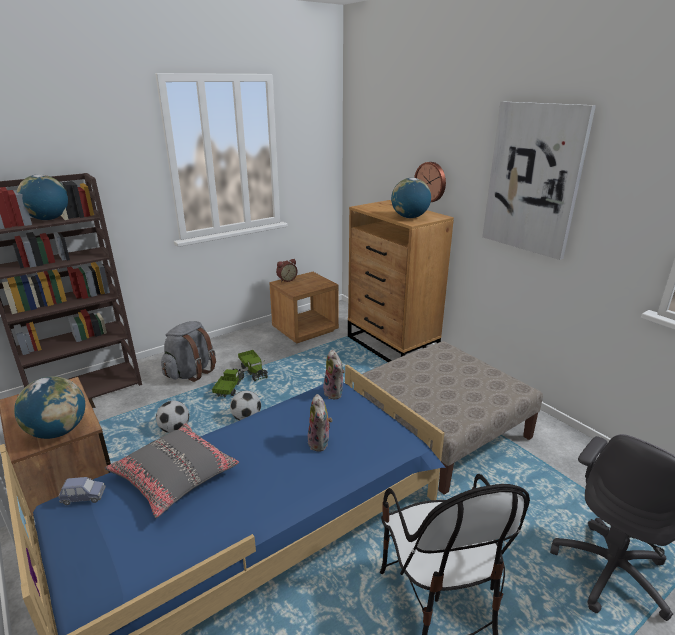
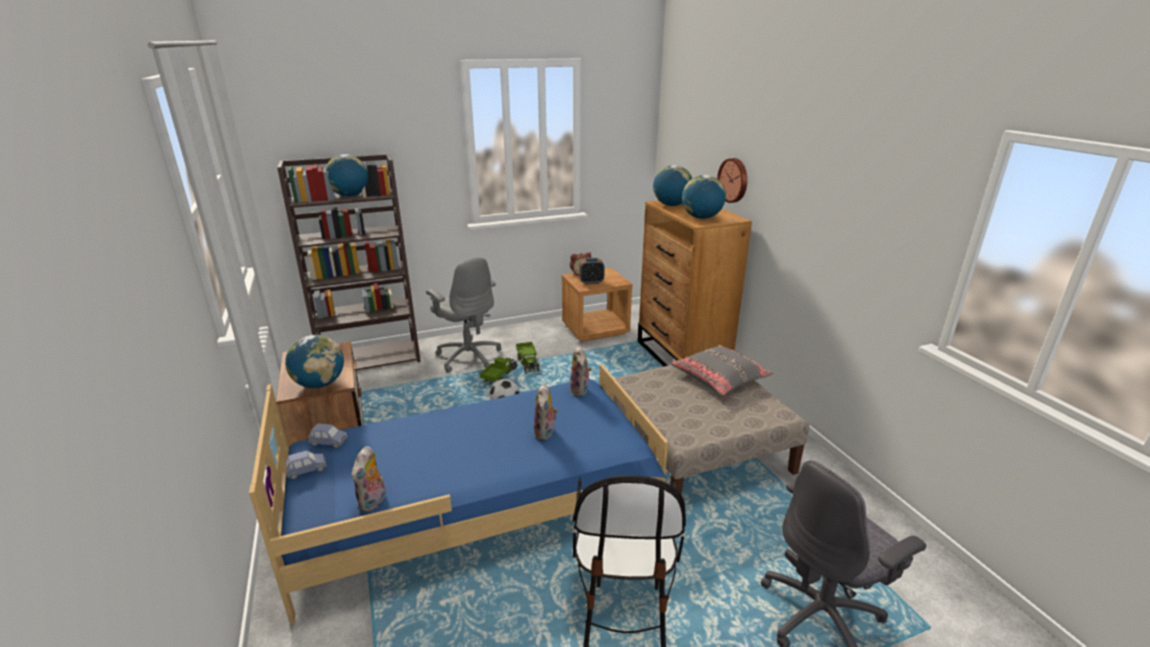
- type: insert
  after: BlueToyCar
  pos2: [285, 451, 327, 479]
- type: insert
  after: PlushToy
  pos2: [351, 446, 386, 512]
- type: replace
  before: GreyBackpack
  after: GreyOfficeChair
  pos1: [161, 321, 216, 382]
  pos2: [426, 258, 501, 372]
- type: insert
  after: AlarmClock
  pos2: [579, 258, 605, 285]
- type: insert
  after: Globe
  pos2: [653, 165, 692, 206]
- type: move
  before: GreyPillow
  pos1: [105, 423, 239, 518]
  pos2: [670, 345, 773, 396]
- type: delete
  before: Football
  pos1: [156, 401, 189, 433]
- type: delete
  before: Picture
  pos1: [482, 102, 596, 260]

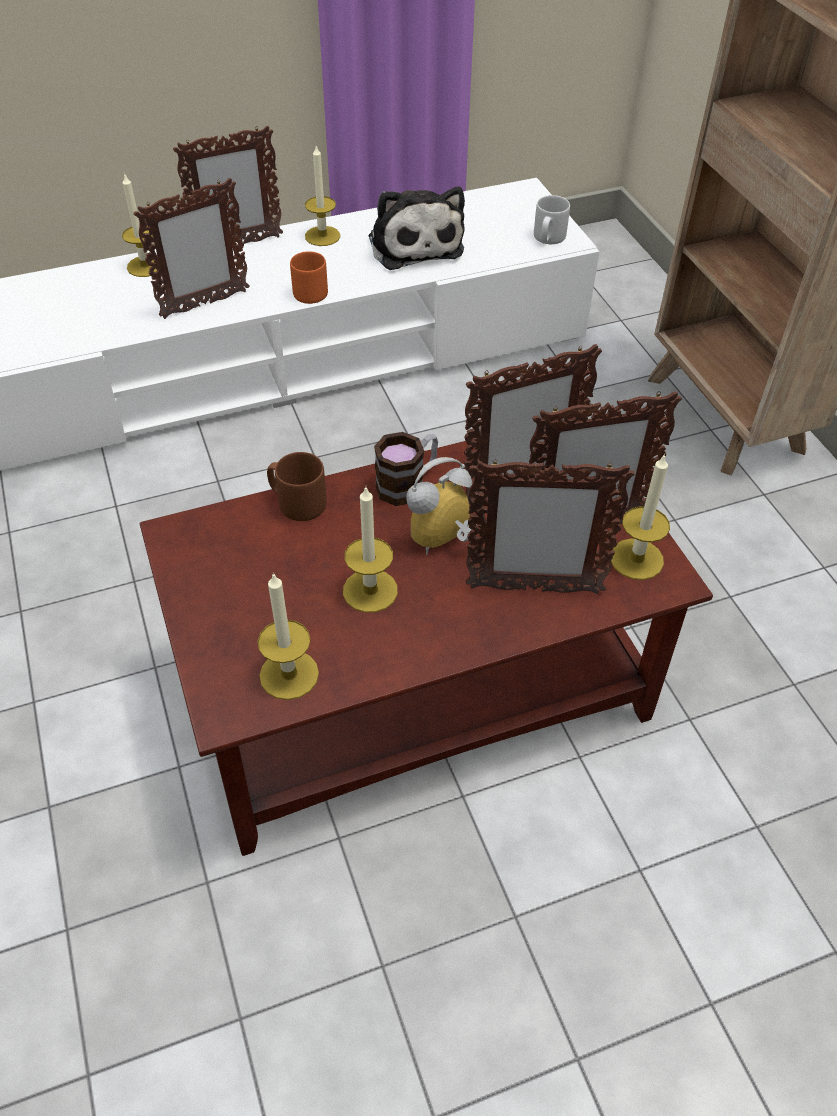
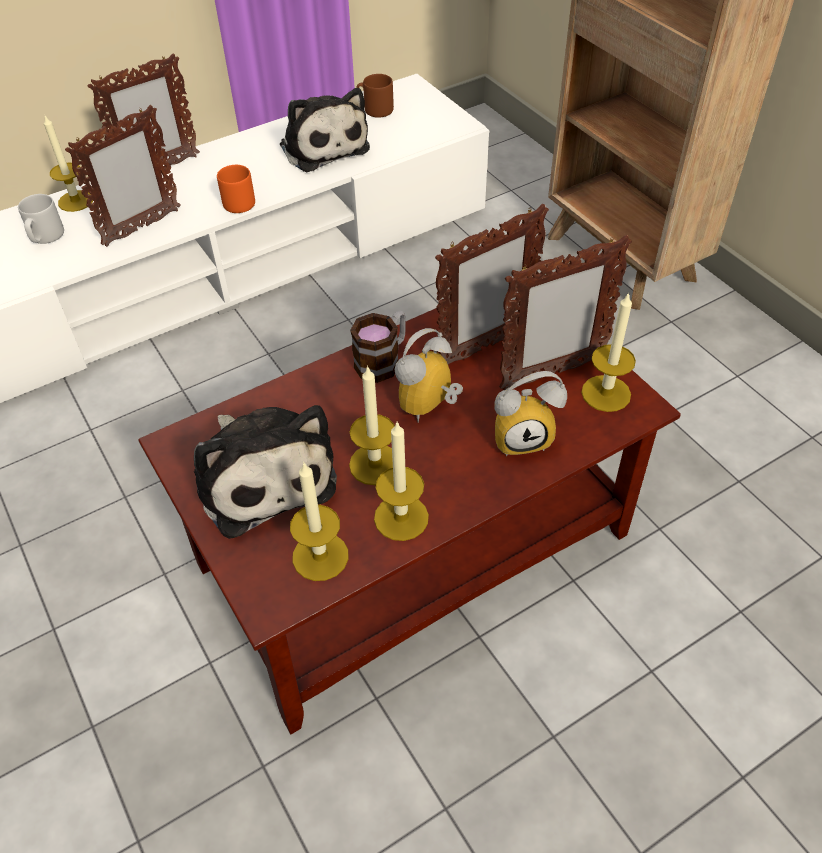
- type: move
  before: GreyMug
  pos1: [534, 195, 570, 244]
  pos2: [18, 194, 64, 244]
- type: insert
  after: PlushToy
  pos2: [194, 405, 337, 539]
- type: move
  before: BrownMug
  pos1: [267, 452, 327, 521]
  pos2: [356, 74, 394, 118]
- type: move
  before: Candle
  pos1: [305, 145, 340, 246]
  pos2: [374, 422, 429, 541]
- type: replace
  before: PictureFrame
  after: AlarmClock
  pos1: [466, 459, 635, 594]
  pos2: [494, 371, 567, 456]

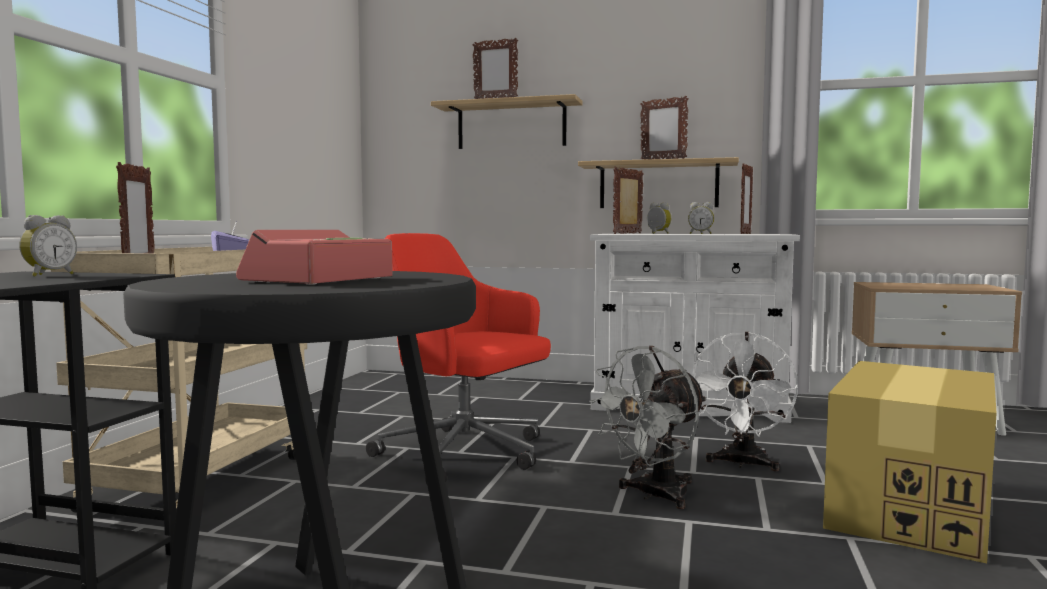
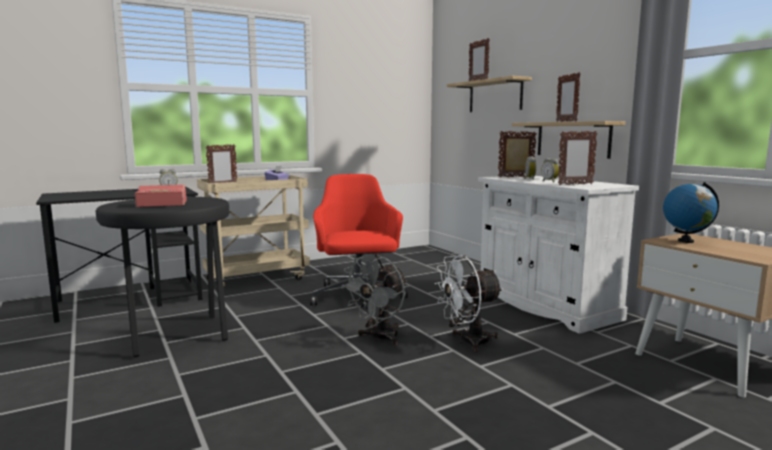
- type: rotate
  before: GreyFan
  pos1: [589, 346, 707, 509]
  pos2: [340, 254, 407, 345]
  turn: -60
- type: insert
  after: Globe
  pos2: [663, 182, 719, 243]
- type: delete
  before: CardboardBox
  pos1: [823, 361, 997, 563]

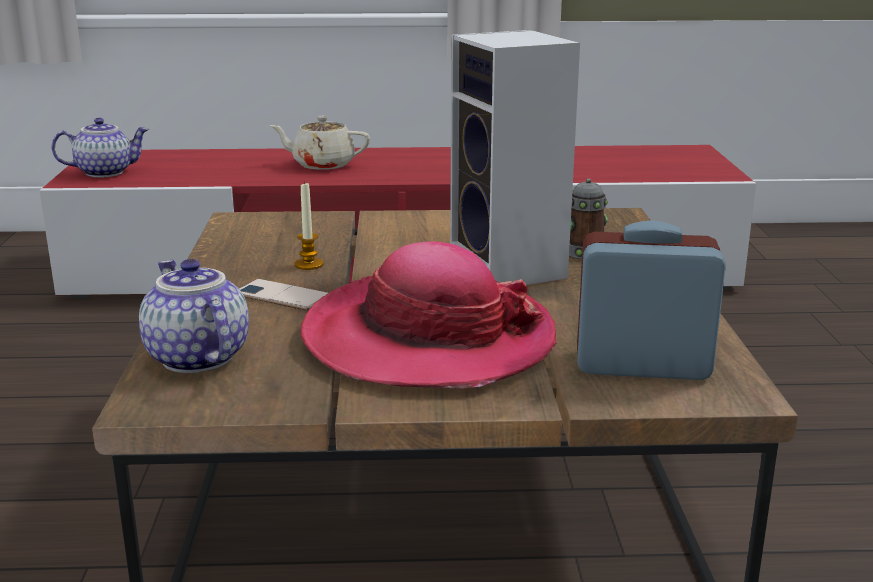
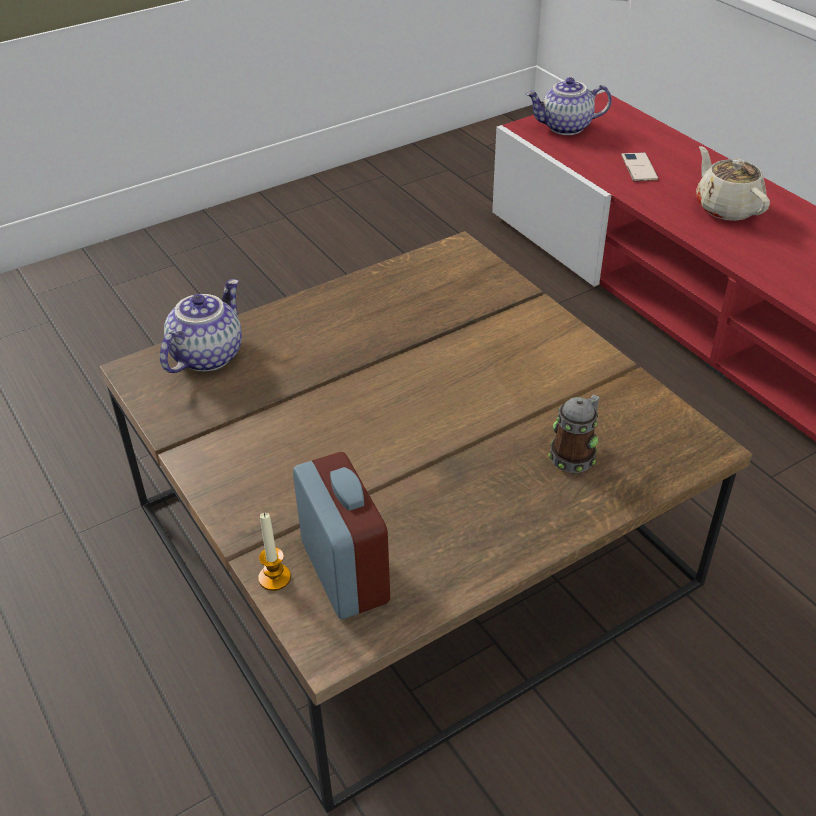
- type: move
  before: Candle
  pos1: [294, 181, 324, 270]
  pos2: [258, 513, 291, 591]
- type: rotate
  before: Teapot
  pos1: [51, 118, 149, 178]
  pos2: [526, 77, 612, 135]
  turn: 135
- type: move
  before: Phone
  pos1: [239, 279, 328, 311]
  pos2: [621, 152, 658, 181]
- type: delete
  before: Hat
  pos1: [300, 241, 557, 389]
- type: delete
  before: Speaker
  pos1: [450, 30, 580, 285]

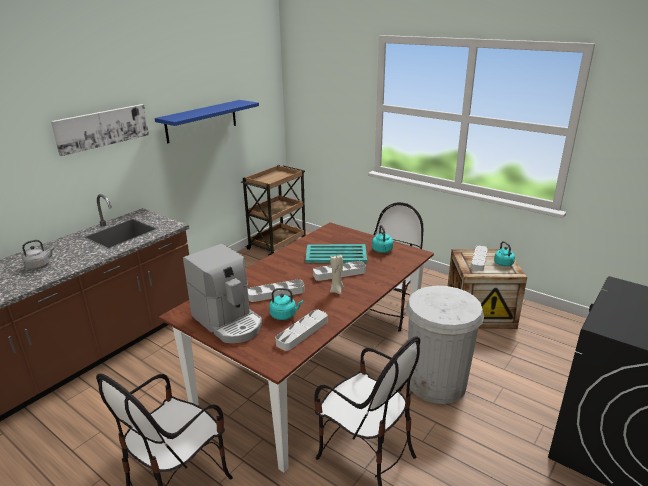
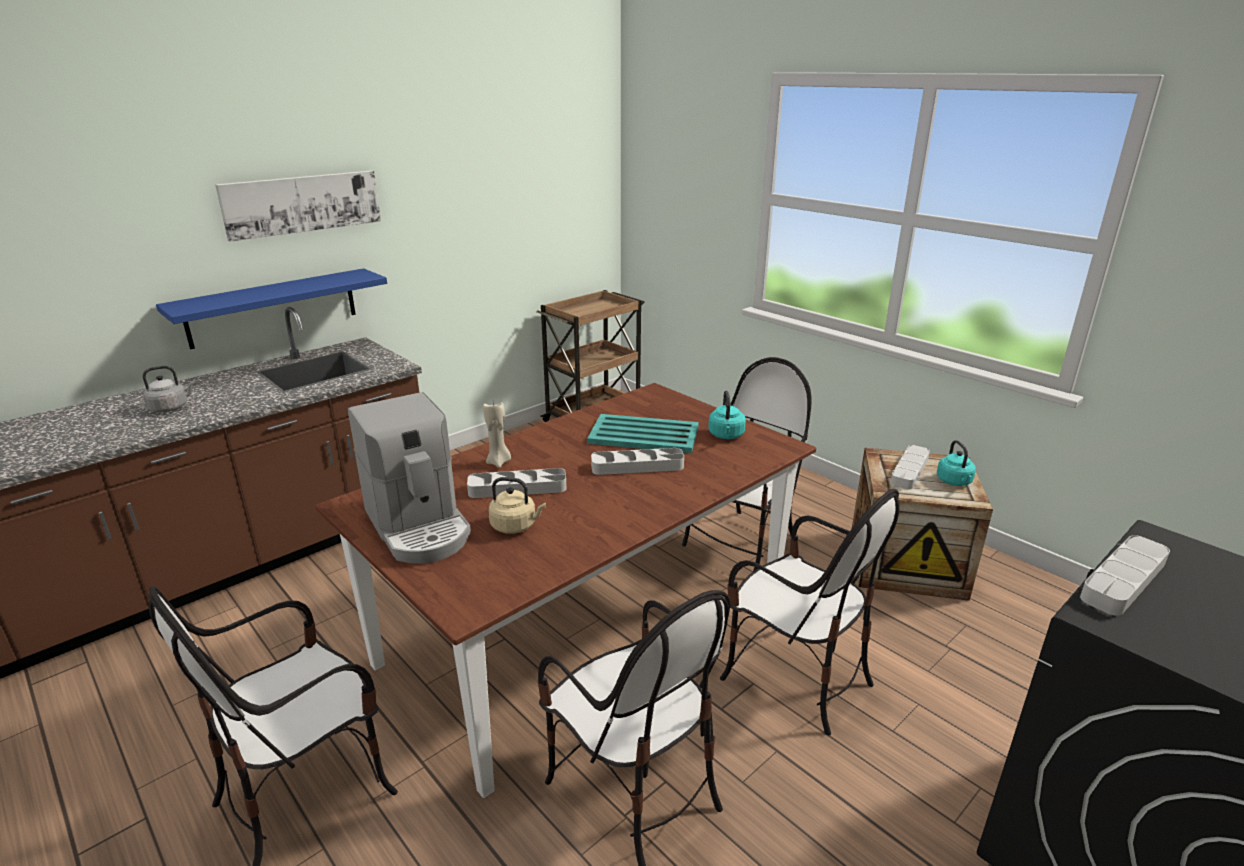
- type: move
  before: BlueShelf
  pos1: [155, 100, 259, 143]
  pos2: [156, 268, 387, 349]
- type: move
  before: BeigeCandle
  pos1: [330, 254, 344, 295]
  pos2: [483, 402, 511, 468]
- type: recolor
  before: TurquoiseKettle
  after: BeigeKettle
  pos1: [269, 288, 303, 320]
  pos2: [488, 477, 546, 534]
- type: replace
  before: WhiteTrashCan
  after: Chair
  pos1: [406, 286, 484, 404]
  pos2: [720, 489, 900, 736]
- type: move
  before: GreyTray
  pos1: [276, 310, 328, 351]
  pos2: [1080, 535, 1170, 616]

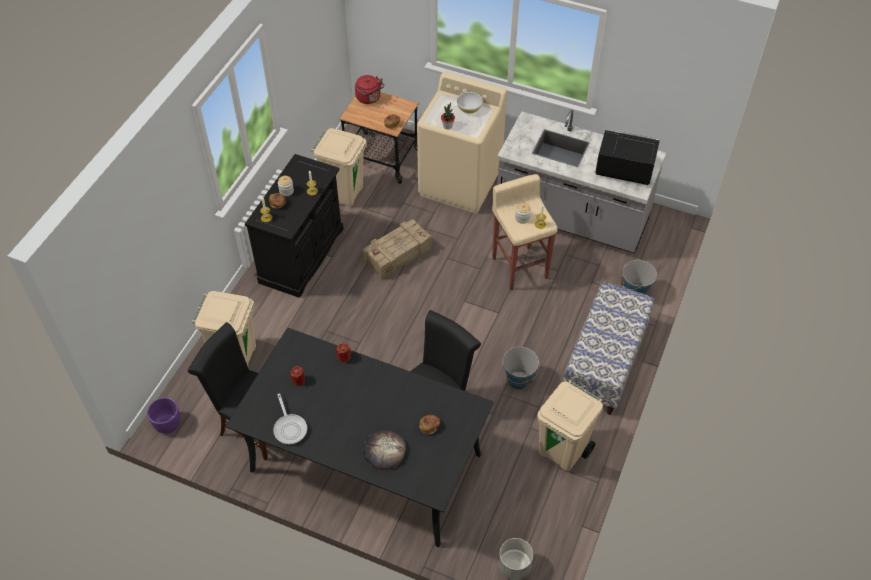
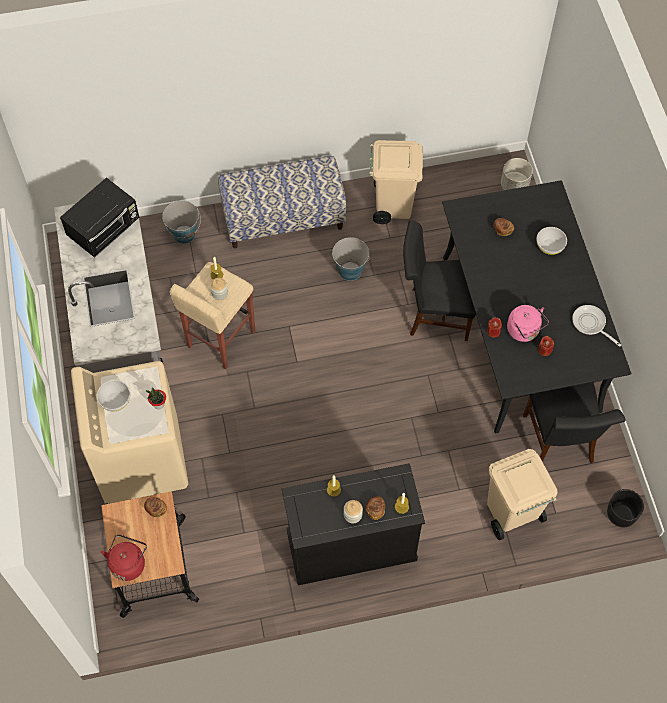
- type: rotate
  before: BlackMicrowave
  pos1: [595, 130, 660, 185]
  pos2: [60, 177, 139, 258]
  turn: -120
- type: insert
  after: PinkKettle
  pos2: [507, 305, 549, 342]
- type: replace
  before: Bread
  after: WhiteBowl
  pos1: [363, 430, 406, 470]
  pos2: [536, 227, 567, 255]
- type: rotate
  before: FryingPan
  pos1: [273, 393, 307, 444]
  pos2: [572, 305, 621, 347]
  turn: -75
- type: recolor
  before: PurplePlanter
  after: BlackPlanter
  pos1: [147, 397, 181, 434]
  pos2: [607, 489, 644, 527]
- type: delete
  before: BeigeTrashCan
  pos1: [311, 128, 367, 206]
- type: delete
  before: Crate
  pos1: [362, 219, 432, 280]

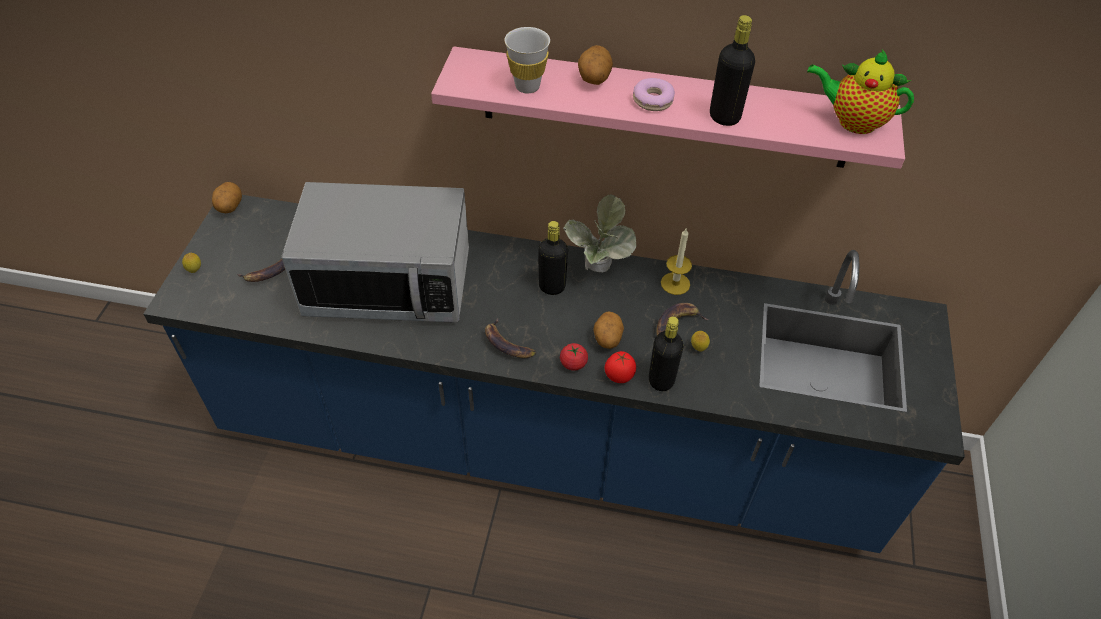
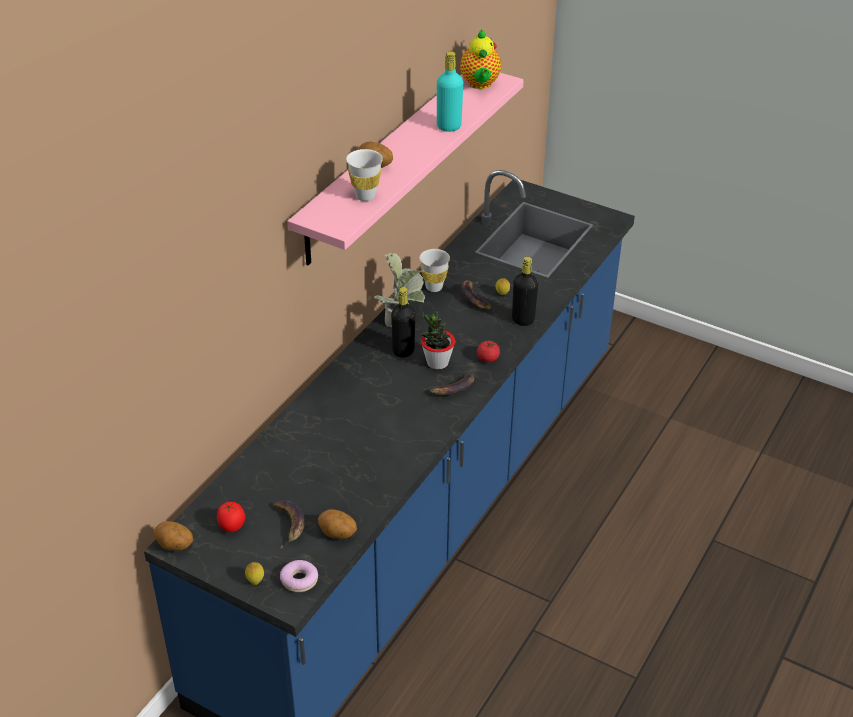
- type: move
  before: Tomato
  pos1: [605, 351, 636, 383]
  pos2: [217, 502, 245, 532]
- type: move
  before: Donut
  pos1: [633, 78, 675, 111]
  pos2: [280, 560, 318, 592]
- type: move
  before: Potato
  pos1: [593, 312, 624, 349]
  pos2: [318, 509, 357, 539]
- type: replace
  before: Candle
  after: WhiteCup
  pos1: [661, 229, 692, 295]
  pos2: [419, 249, 450, 292]
- type: insert
  after: PottedPlant
  pos2: [421, 311, 455, 370]
- type: recolor
  before: BlackBottle
  after: TurquoiseBottle
  pos1: [710, 15, 755, 126]
  pos2: [437, 51, 463, 132]
- type: rotate
  before: Teapot
  pos1: [808, 49, 914, 134]
  pos2: [460, 30, 501, 89]
  turn: -45
- type: delete
  before: Microwave
  pos1: [281, 182, 469, 323]

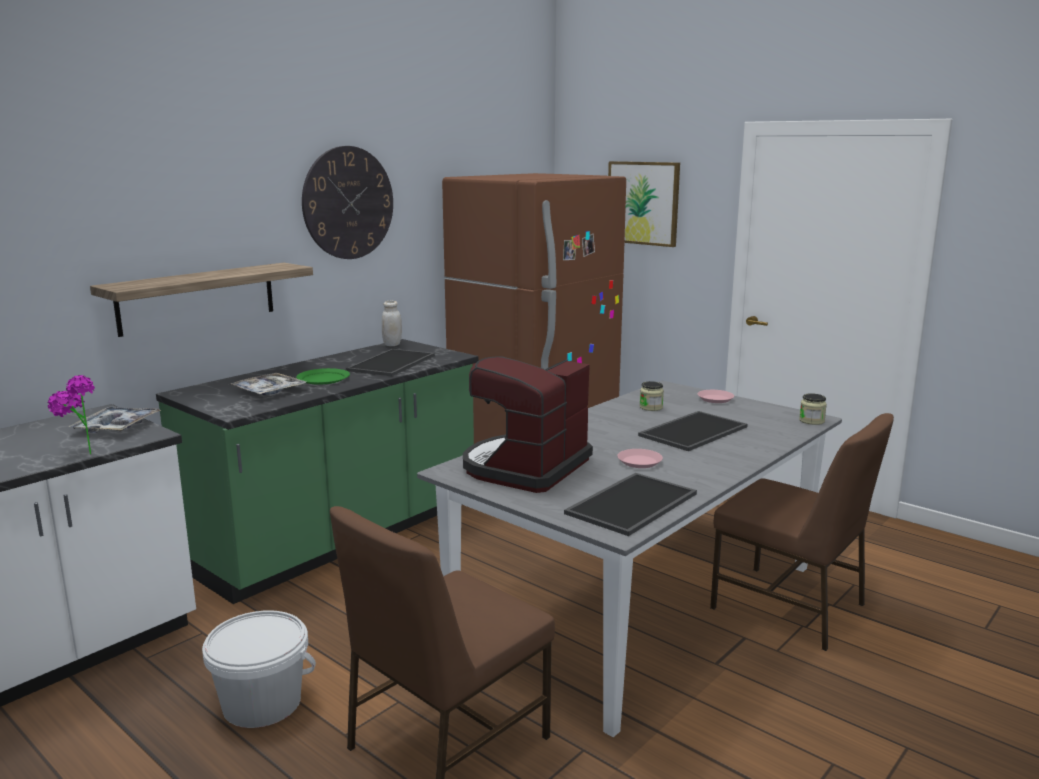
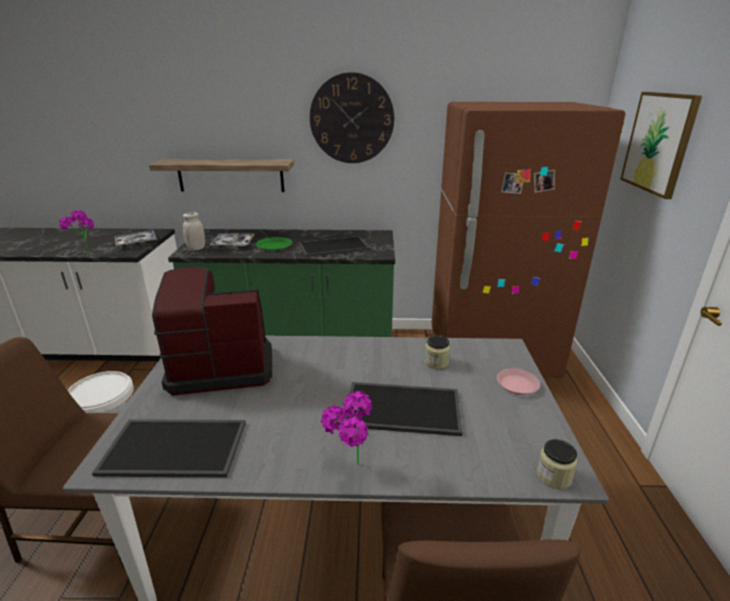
- type: move
  before: WhiteJar
  pos1: [382, 301, 402, 346]
  pos2: [183, 212, 205, 251]
- type: insert
  after: PottedPlant
  pos2: [321, 391, 372, 465]
- type: delete
  before: PinkPlate
  pos1: [617, 449, 663, 468]

